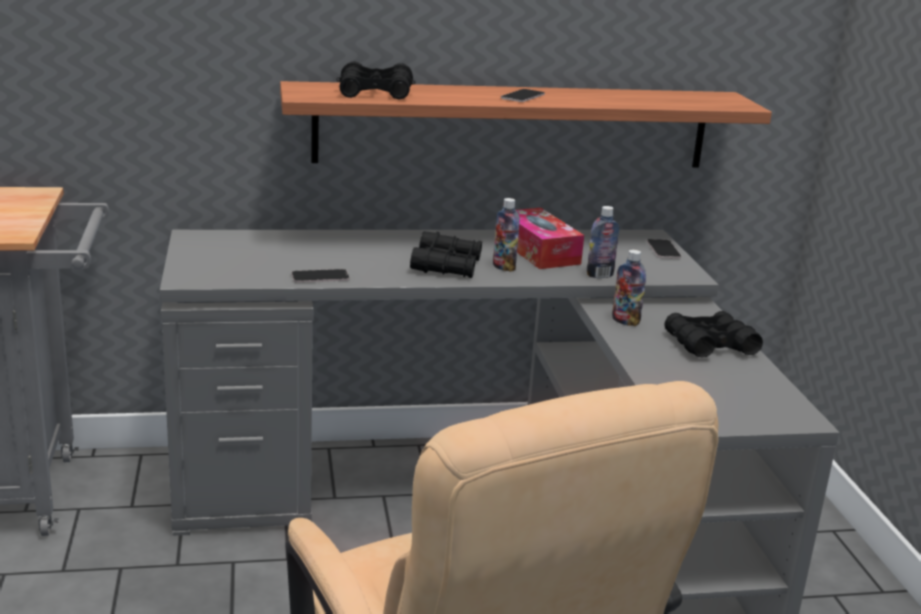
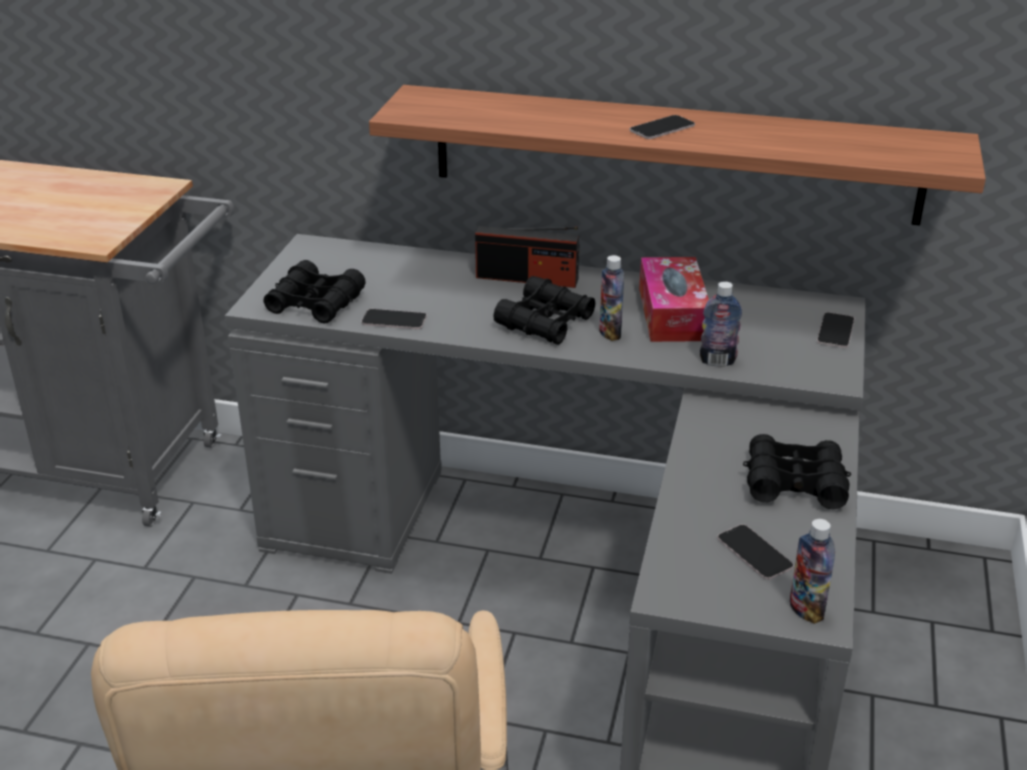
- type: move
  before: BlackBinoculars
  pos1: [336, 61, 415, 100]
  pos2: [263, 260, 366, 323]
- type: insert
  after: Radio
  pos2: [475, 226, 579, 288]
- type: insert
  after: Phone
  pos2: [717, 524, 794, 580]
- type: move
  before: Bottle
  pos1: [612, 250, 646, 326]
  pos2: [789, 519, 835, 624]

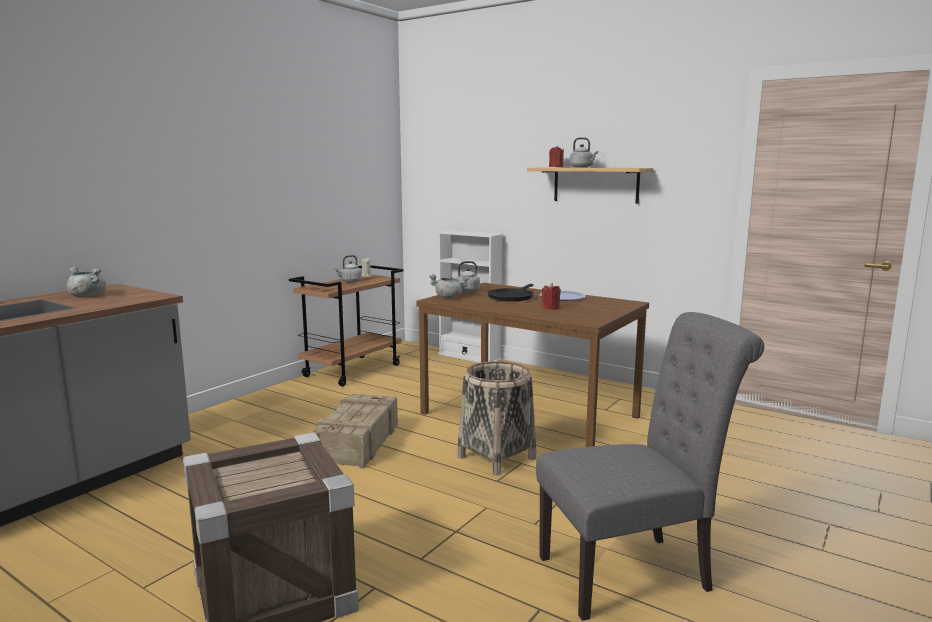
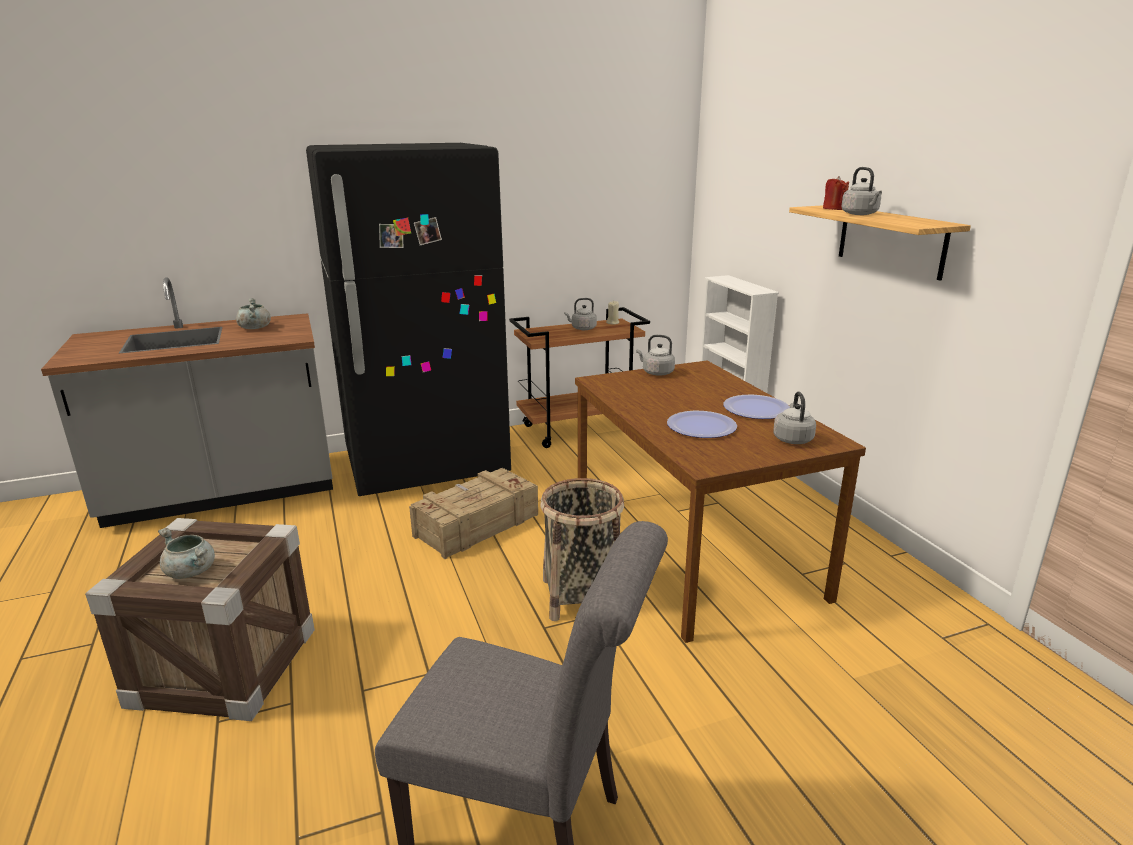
- type: move
  before: GreyCookingPot
  pos1: [429, 274, 470, 298]
  pos2: [158, 528, 215, 579]
- type: insert
  after: BlackFridge
  pos2: [306, 143, 511, 496]
- type: replace
  before: RedCandle
  after: Plate
  pos1: [541, 283, 561, 310]
  pos2: [667, 411, 737, 438]
- type: insert
  after: GreyKettle
  pos2: [773, 391, 816, 444]
- type: delete
  before: BlackFryingPan
  pos1: [488, 284, 533, 301]

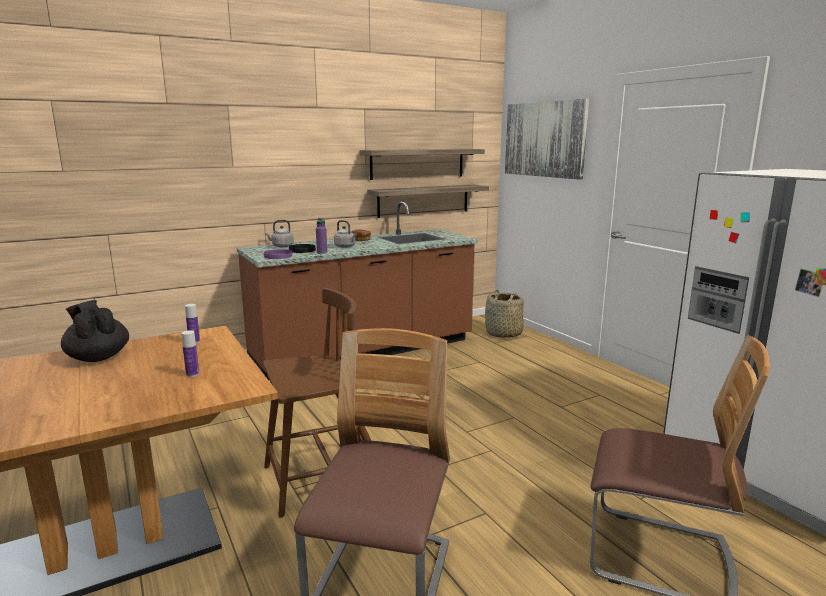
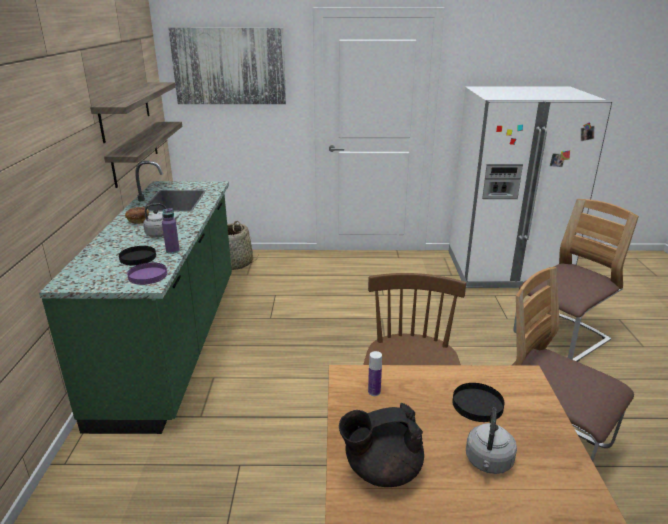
- type: recolor
  before: BrownCounter
  after: GreenCounter
  pos1: [237, 201, 478, 381]
  pos2: [39, 161, 232, 434]
- type: replace
  before: Bottle
  after: BlackPlate
  pos1: [181, 330, 199, 377]
  pos2: [452, 383, 505, 422]
- type: move
  before: GreyKettle
  pos1: [265, 220, 294, 247]
  pos2: [466, 407, 517, 474]

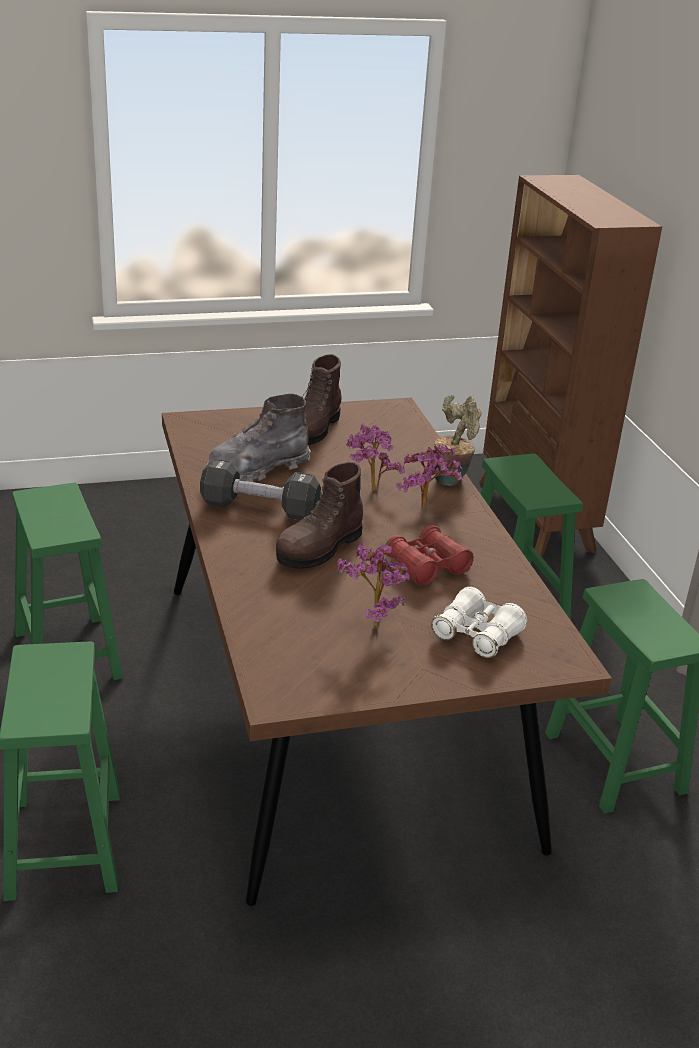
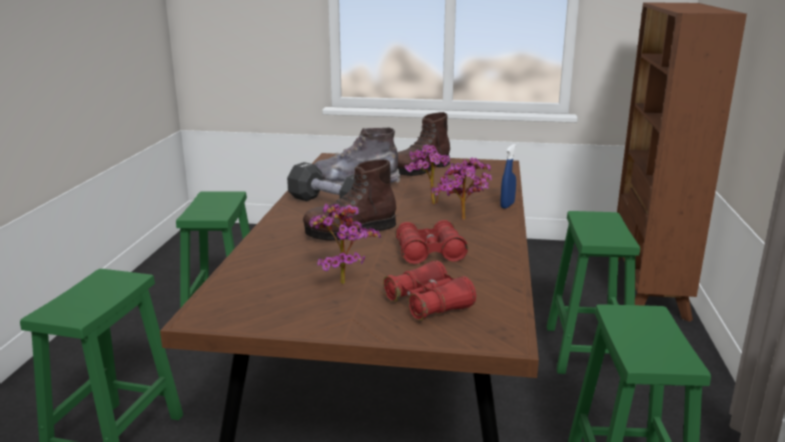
- type: recolor
  before: WhiteBinoculars
  after: RedBinoculars
  pos1: [431, 587, 527, 658]
  pos2: [383, 260, 476, 320]
- type: replace
  before: PottedPlant
  after: BlueSprayBottle
  pos1: [434, 395, 482, 486]
  pos2: [500, 144, 516, 208]

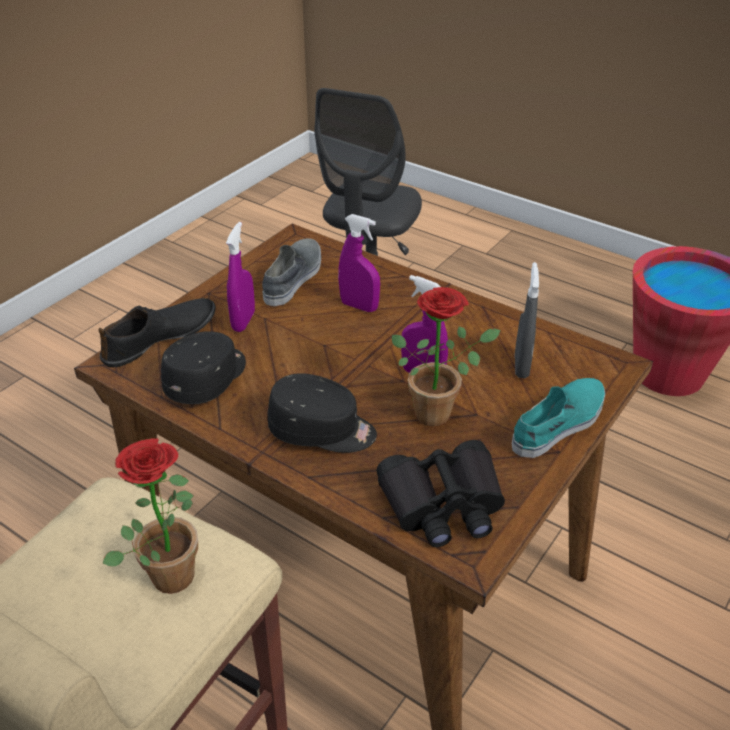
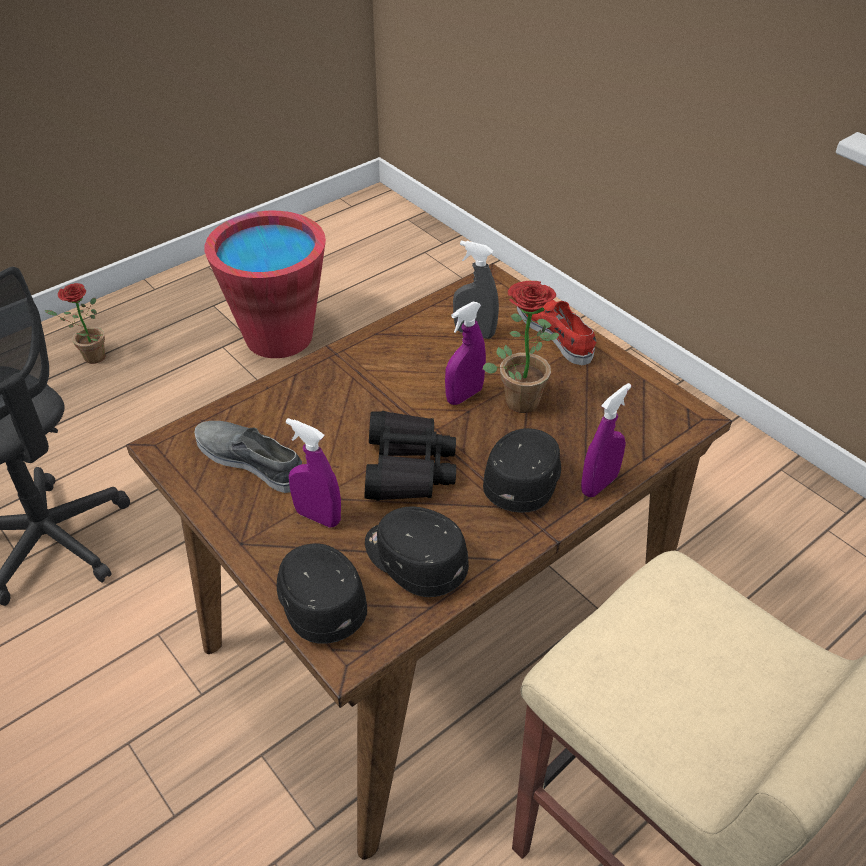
- type: move
  before: PottedPlant
  pos1: [102, 438, 198, 594]
  pos2: [44, 283, 105, 364]
- type: replace
  before: BlackShoe
  after: BlackCap
  pos1: [99, 298, 216, 367]
  pos2: [277, 544, 367, 644]
- type: move
  before: BlackBinoculars
  pos1: [376, 440, 505, 547]
  pos2: [364, 411, 456, 501]
- type: recolor
  before: TurquoiseShoe
  after: RedShoe
  pos1: [512, 378, 605, 458]
  pos2: [517, 300, 596, 365]
- type: move
  before: PurpleSprayBottle
  pos1: [338, 214, 380, 312]
  pos2: [581, 383, 631, 497]

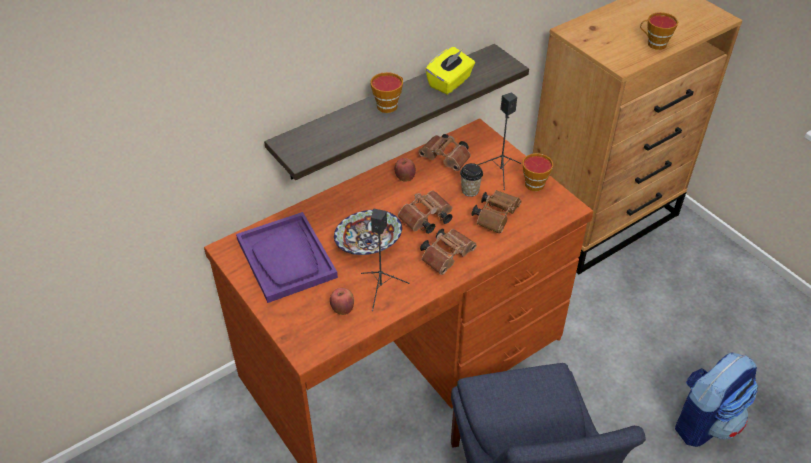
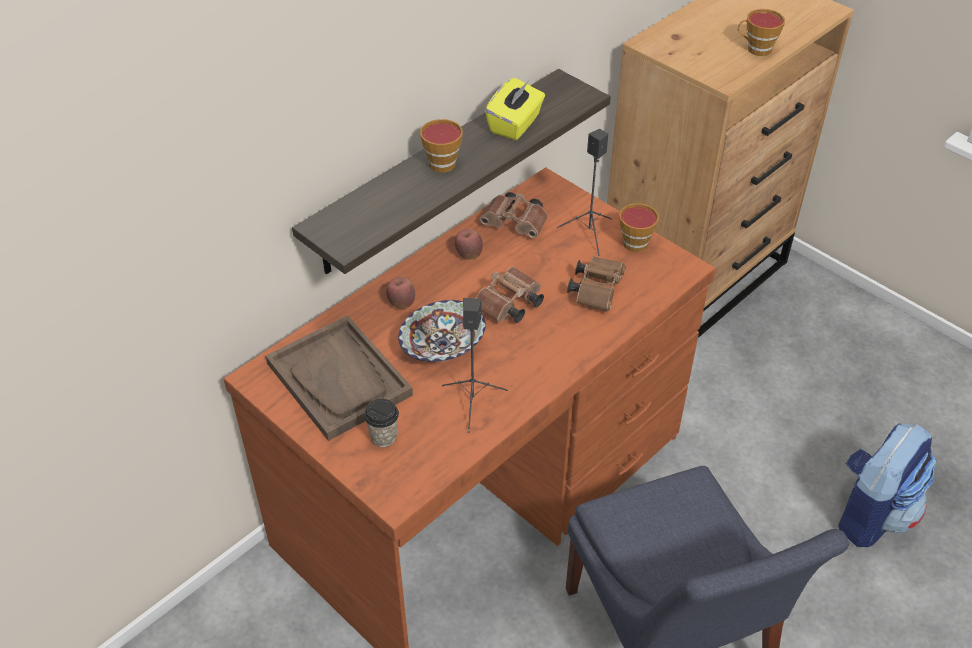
- type: recolor
  before: PurpleTray
  after: BrownTray
  pos1: [236, 212, 338, 303]
  pos2: [265, 315, 413, 441]
- type: move
  before: Cup
  pos1: [460, 163, 483, 197]
  pos2: [364, 399, 399, 447]
- type: move
  before: Apple
  pos1: [330, 288, 354, 315]
  pos2: [386, 277, 415, 309]
- type: delete
  before: BrownBinoculars
  pos1: [420, 229, 477, 275]

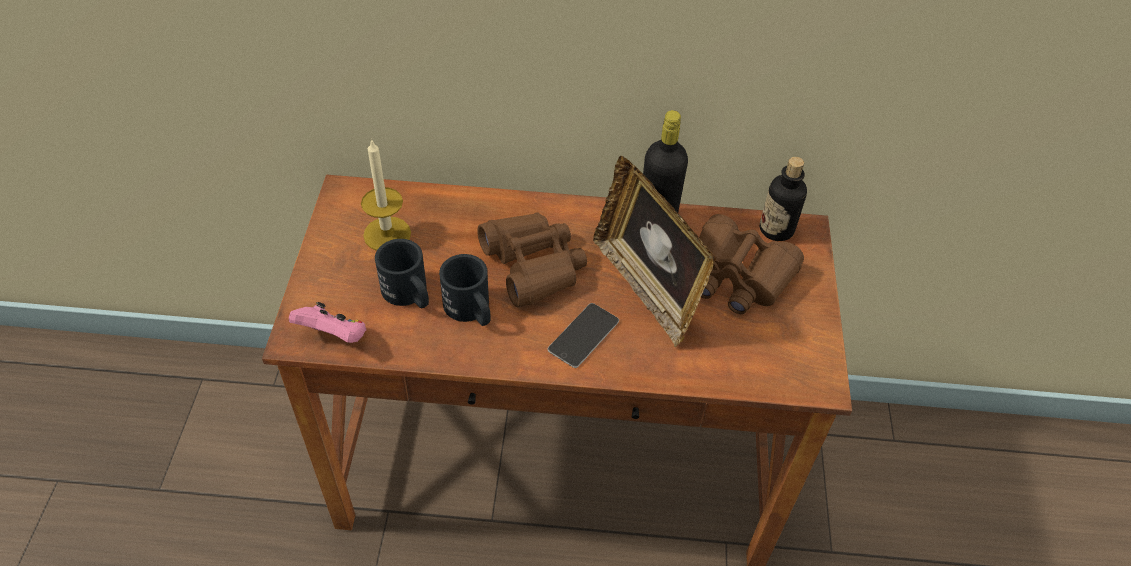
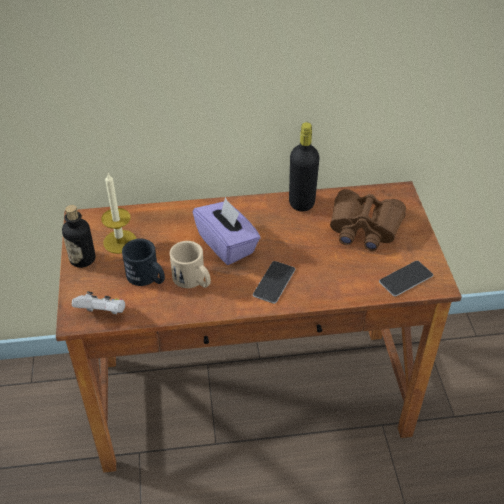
- type: move
  before: Bottle
  pos1: [759, 157, 807, 241]
  pos2: [62, 205, 96, 268]
- type: recolor
  before: PinkGameController
  after: WhiteGameController
  pos1: [289, 302, 366, 343]
  pos2: [72, 291, 125, 314]
- type: recolor
  before: BlackMug
  after: BeigeMug
  pos1: [439, 254, 491, 326]
  pos2: [170, 241, 211, 288]
- type: replace
  before: BrownBinoculars
  after: PurpleTissueBox
  pos1: [477, 213, 587, 307]
  pos2: [193, 197, 261, 265]
- type: insert
  after: Phone
  pos2: [379, 261, 433, 296]
- type: delete
  before: PictureFrame
  pos1: [593, 156, 716, 347]

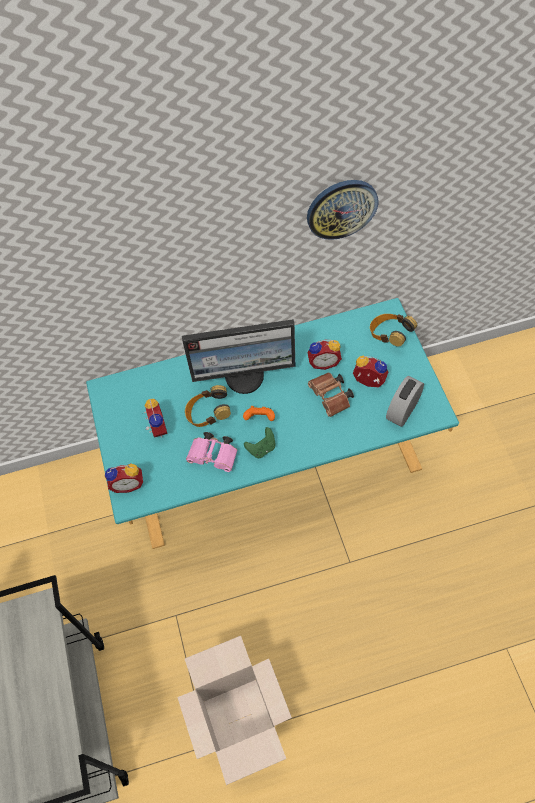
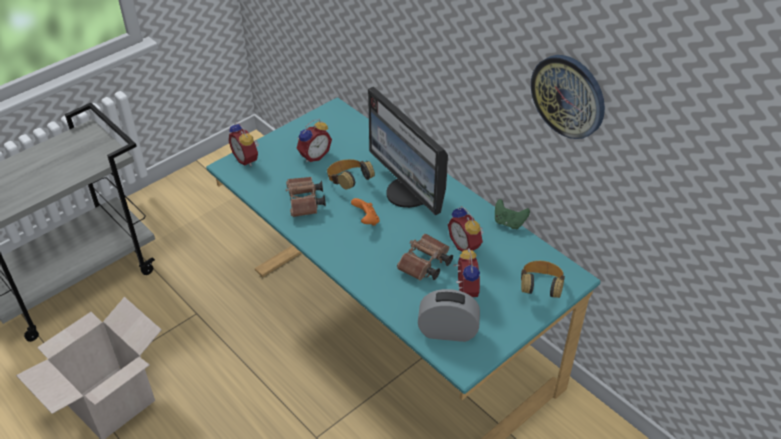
- type: recolor
  before: PinkBinoculars
  after: BrownBinoculars
  pos1: [186, 432, 238, 472]
  pos2: [286, 177, 326, 217]
- type: move
  before: GreenGameController
  pos1: [244, 427, 276, 458]
  pos2: [495, 199, 530, 229]

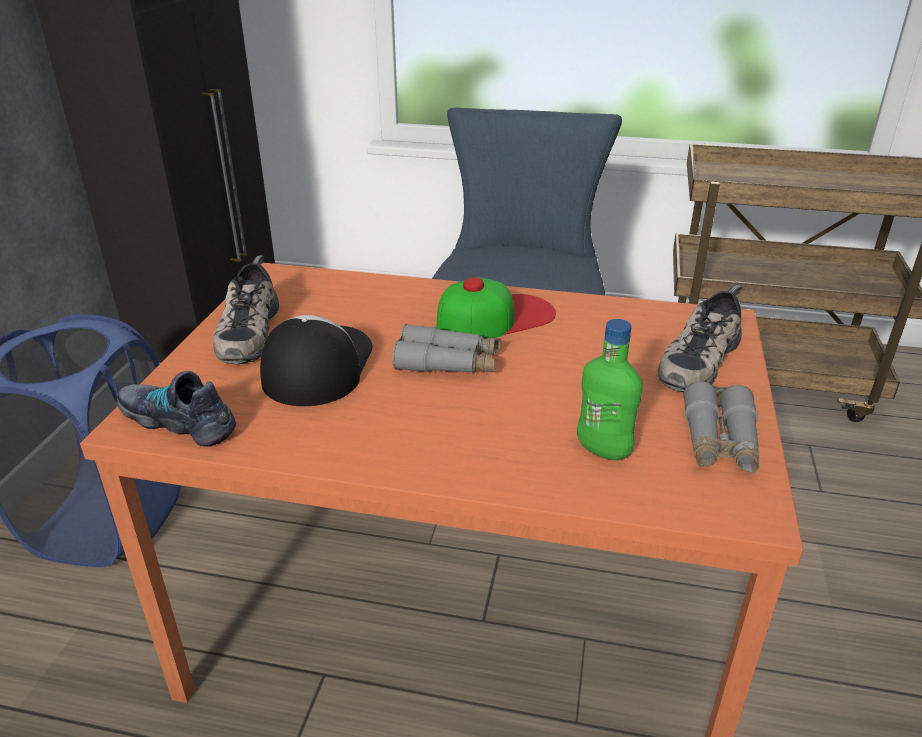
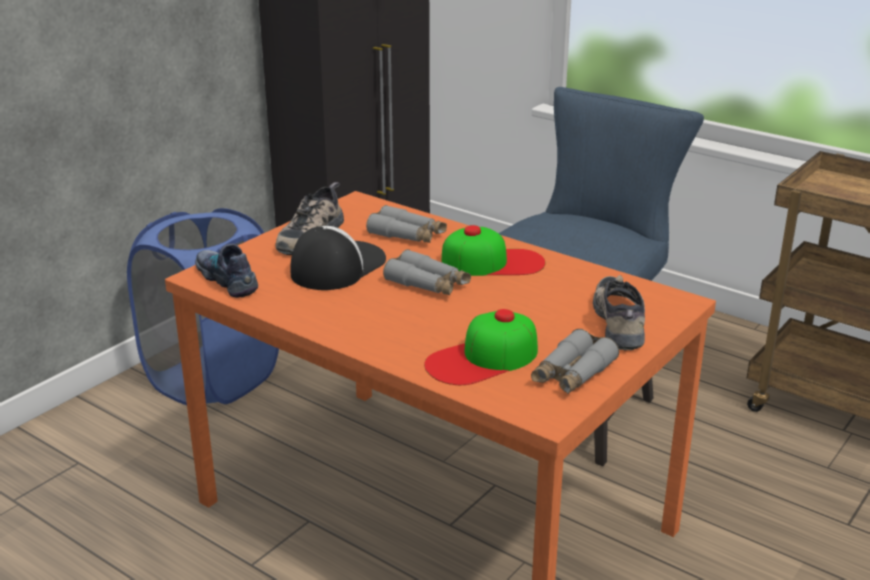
- type: insert
  after: GreyBinoculars
  pos2: [366, 205, 447, 243]
- type: replace
  before: GreenBottle
  after: Cap
  pos1: [577, 319, 642, 460]
  pos2: [424, 309, 538, 385]
- type: rotate
  before: Shoe
  pos1: [658, 285, 742, 392]
  pos2: [593, 275, 645, 351]
  turn: 120

